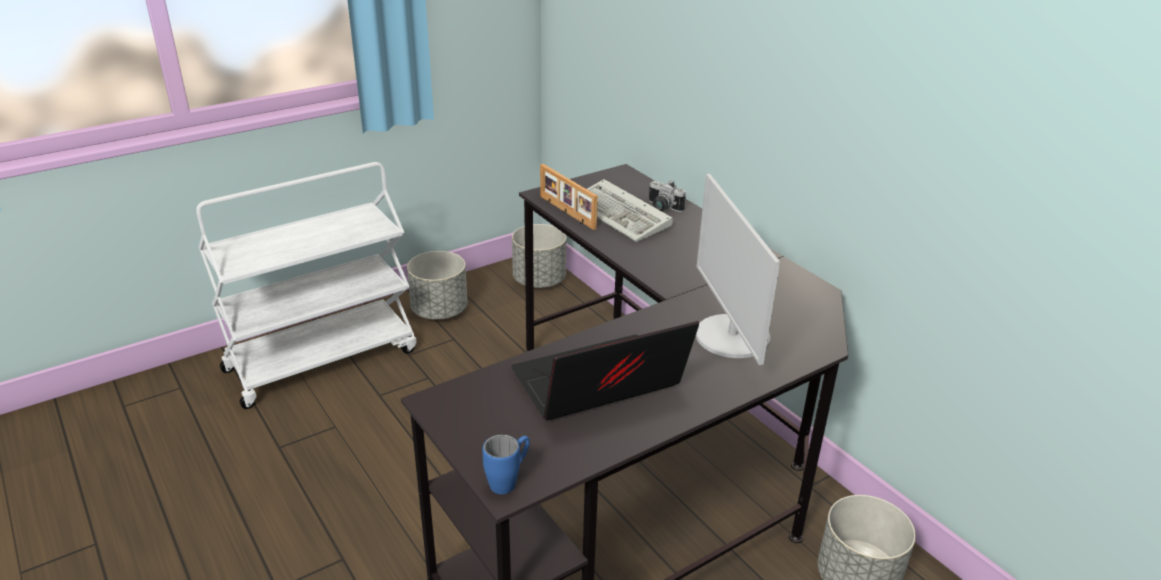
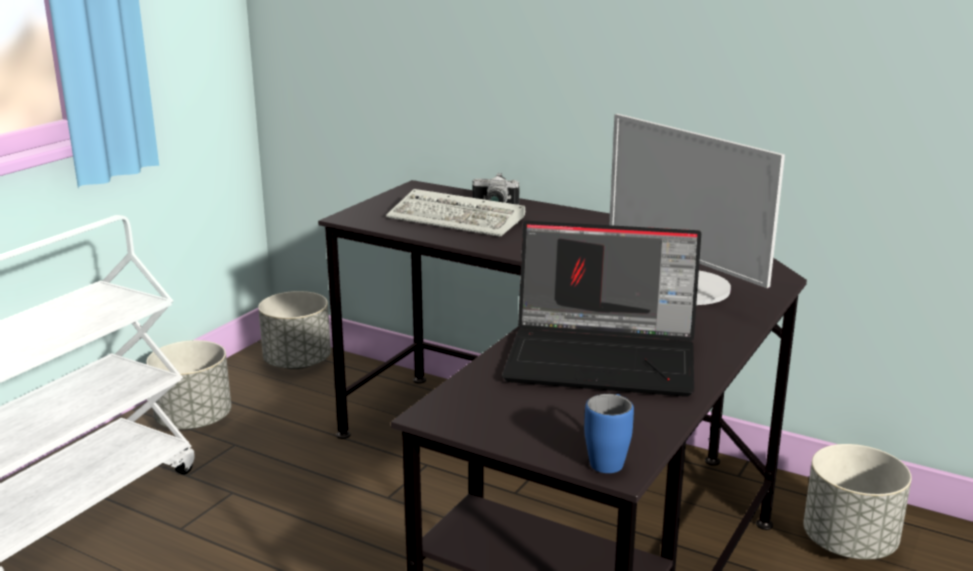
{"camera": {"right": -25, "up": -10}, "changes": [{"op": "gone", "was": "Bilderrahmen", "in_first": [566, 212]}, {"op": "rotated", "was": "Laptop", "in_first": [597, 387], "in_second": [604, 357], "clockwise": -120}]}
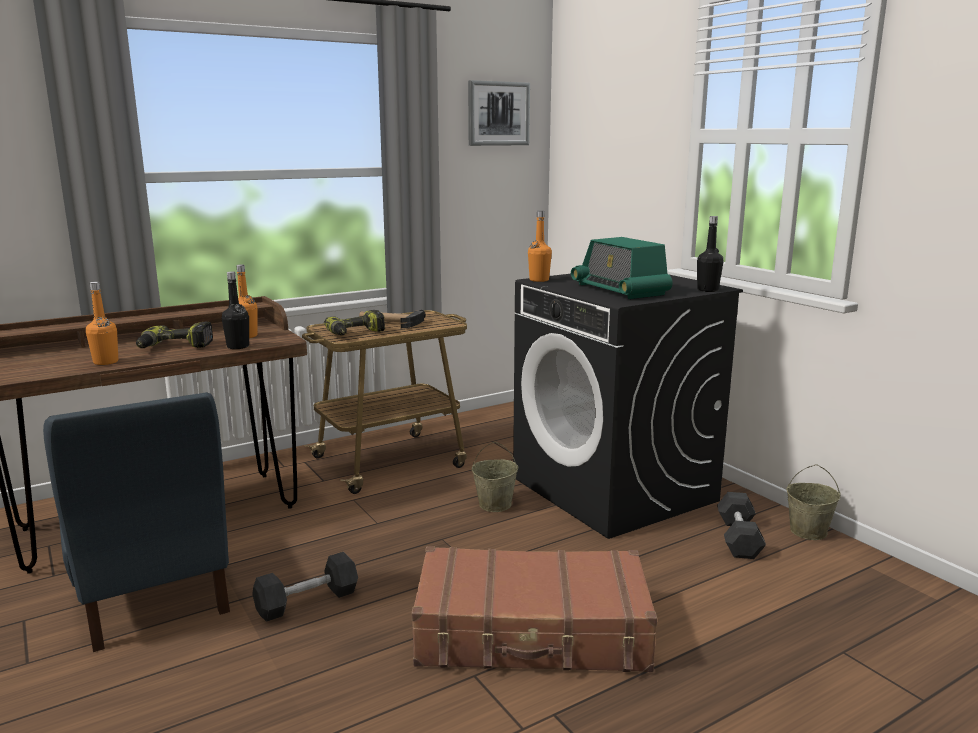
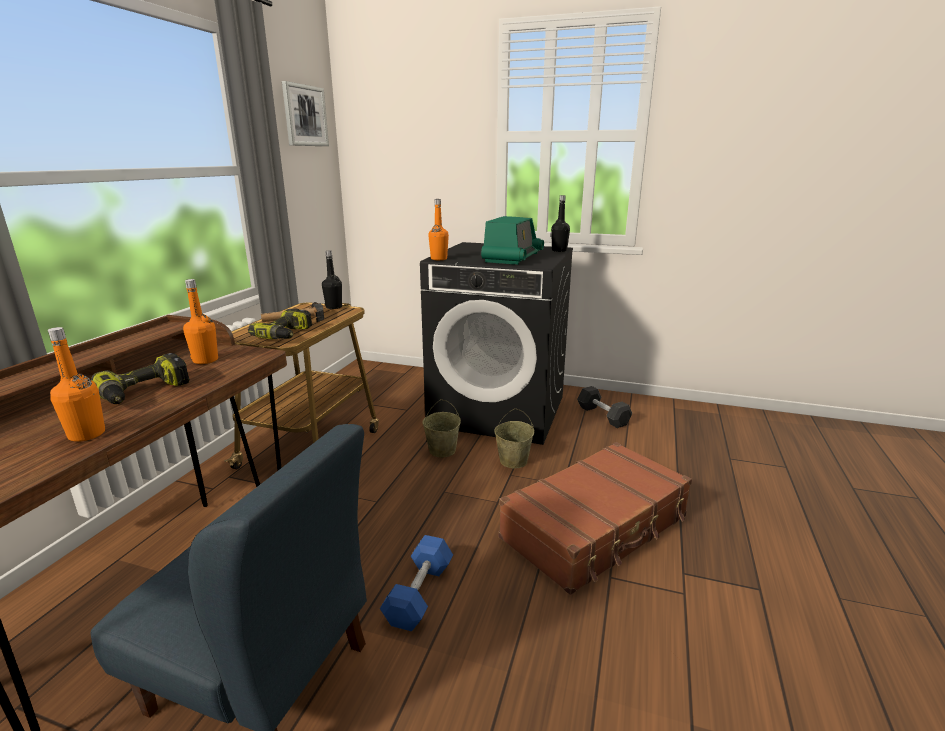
{"camera": {"right": -40, "up": 5}, "changes": [{"op": "shifted", "was": "Flasche [schwarz]", "in_first": [238, 346], "in_second": [334, 307]}, {"op": "shifted", "was": "Eimer [beige]", "in_first": [808, 531], "in_second": [513, 460]}, {"op": "repainted", "was": "Hantel [schwarz]", "now": "Hantel [blau]", "in_first": [307, 601], "in_second": [419, 594]}, {"op": "rotated", "was": "Radio", "in_first": [620, 290], "in_second": [512, 258], "clockwise": -90}]}
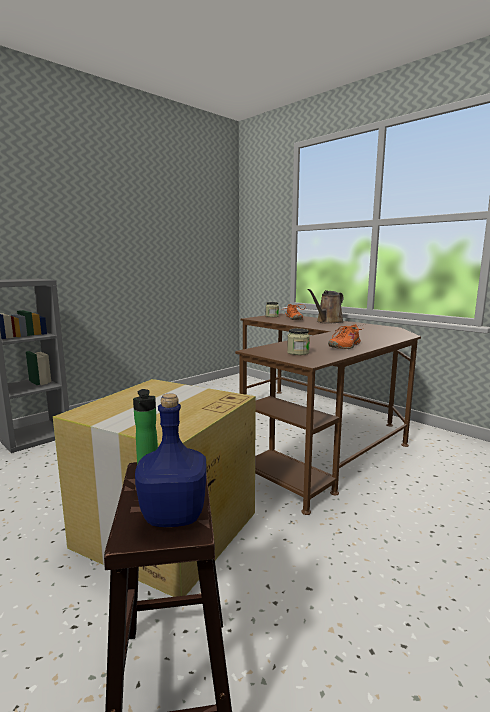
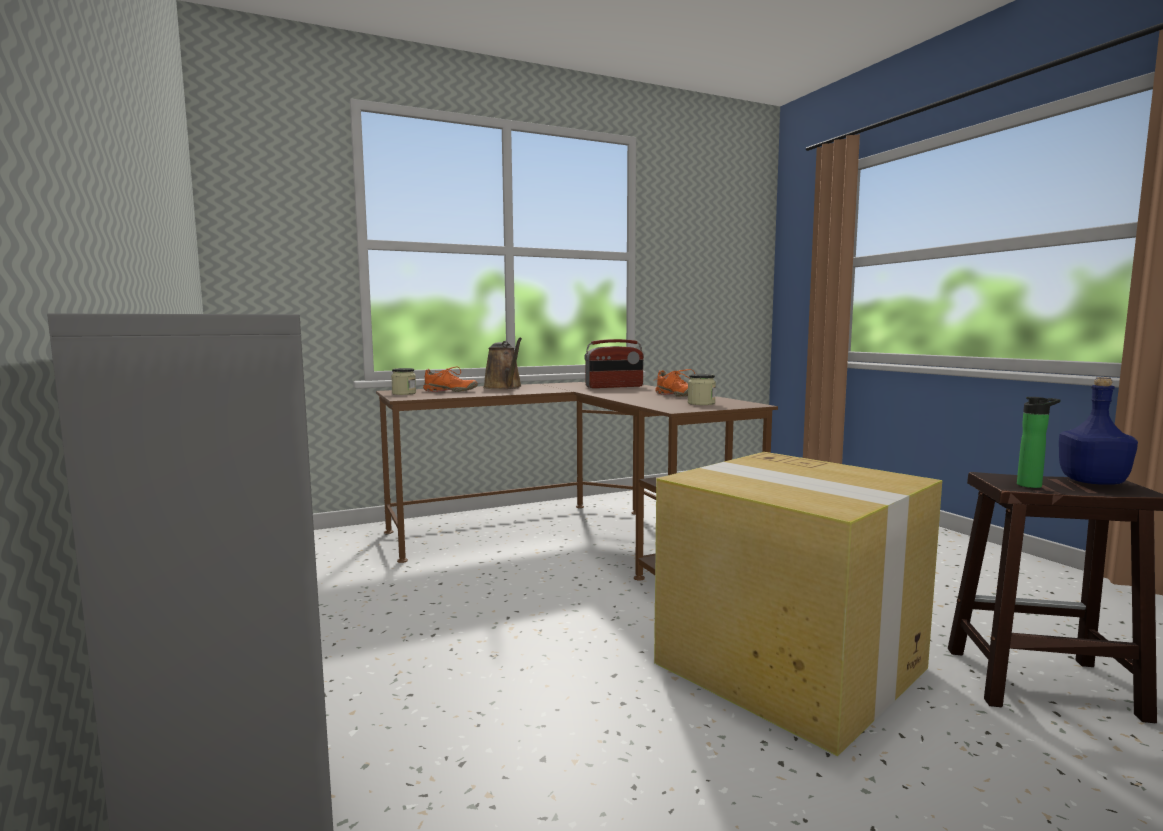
{"camera": {"right": -70, "up": -5}, "changes": [{"op": "new", "now": "Radio", "in_second": [614, 387]}]}
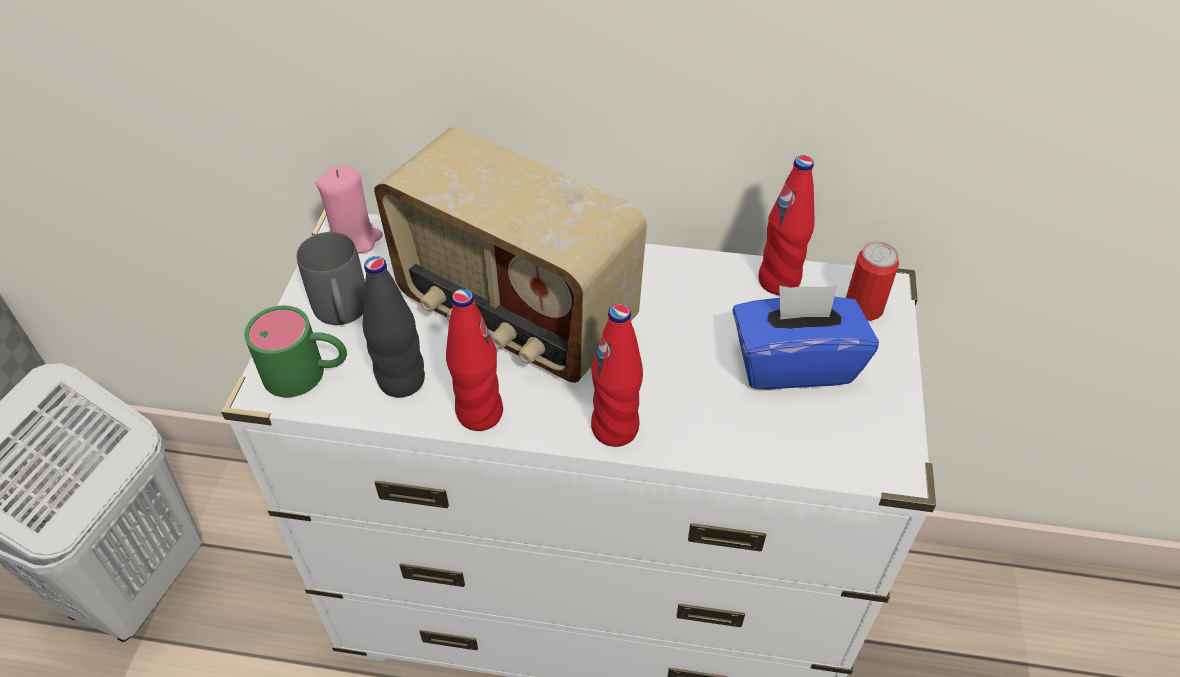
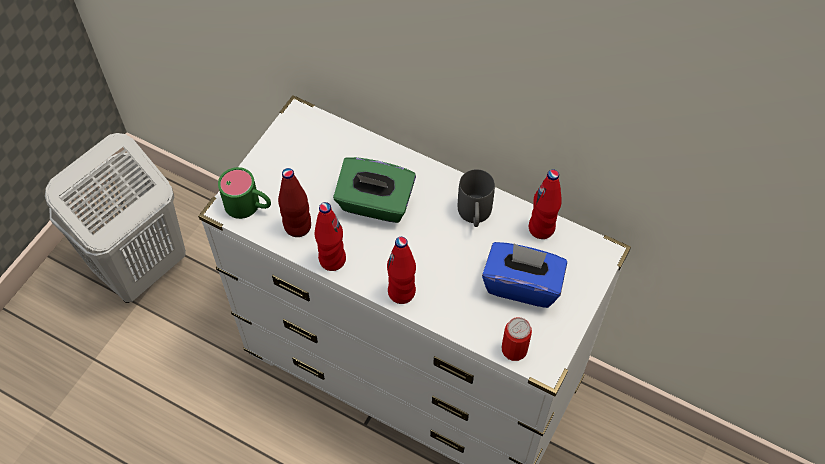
{"camera": {"right": 20, "up": 10}, "changes": [{"op": "gone", "was": "Kerze [rosa]", "in_first": [354, 238]}, {"op": "shifted", "was": "Henkelbecher [grau]", "in_first": [343, 315], "in_second": [474, 216]}, {"op": "shifted", "was": "Dose", "in_first": [863, 307], "in_second": [514, 349]}, {"op": "swapped", "was": "Radio", "now": "Taschentuchbox [grün]", "in_first": [514, 316], "in_second": [375, 204]}, {"op": "repainted", "was": "Flasche [schwarz]", "now": "Flasche [rot]", "in_first": [402, 381], "in_second": [297, 227]}]}
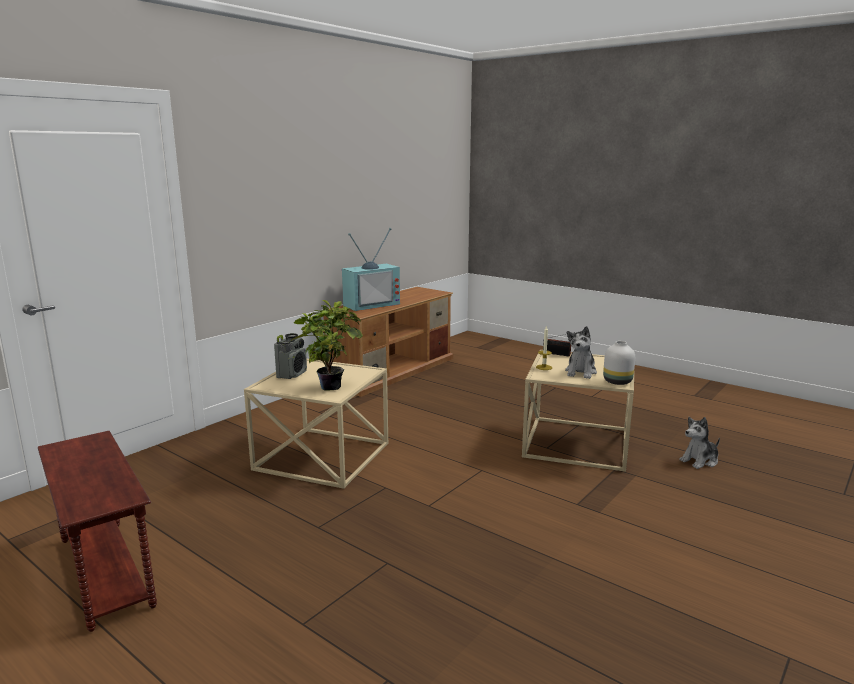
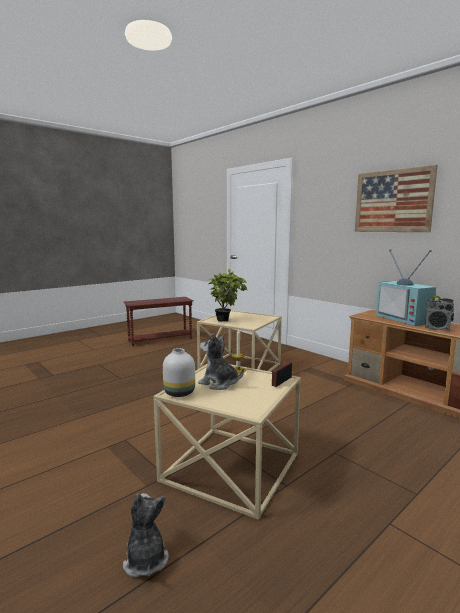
{"camera": {"right": 100, "up": -5}, "changes": [{"op": "new", "now": "Bild", "in_second": [393, 201]}, {"op": "shifted", "was": "Radio", "in_first": [292, 374], "in_second": [437, 328]}]}
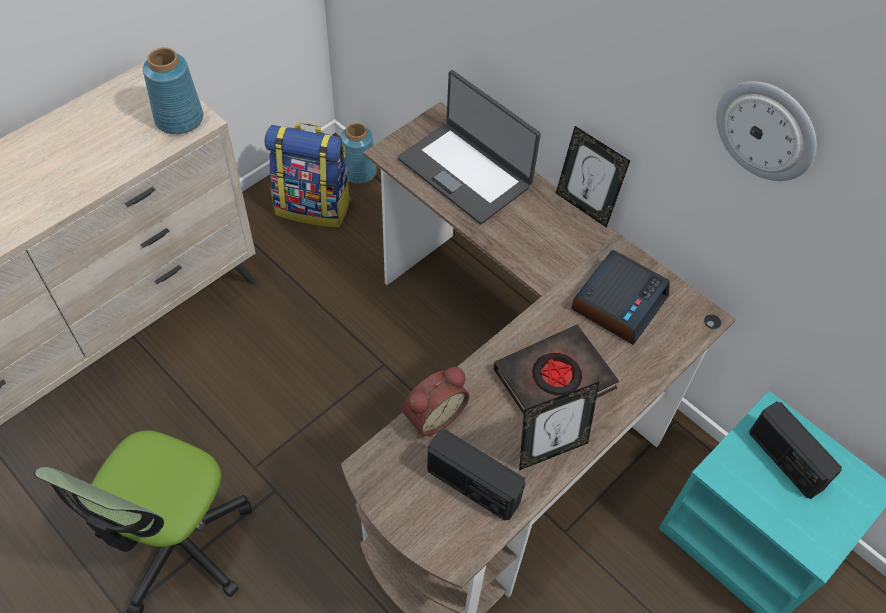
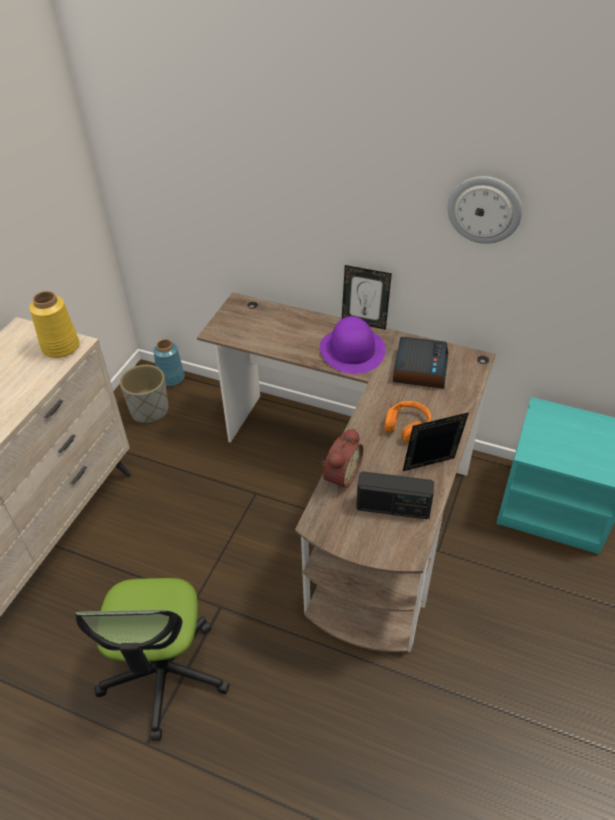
{"camera": {"right": -20, "up": -10}, "changes": [{"op": "gone", "was": "Laptop", "in_first": [465, 172]}, {"op": "gone", "was": "Radio", "in_first": [785, 460]}, {"op": "new", "now": "Hut [lila]", "in_second": [352, 350]}, {"op": "swapped", "was": "Rucksack", "now": "Pflanzkübel [grau]", "in_first": [314, 206], "in_second": [150, 410]}, {"op": "swapped", "was": "Buch [schwarz]", "now": "Kopfhörer [orange]", "in_first": [554, 380], "in_second": [407, 426]}, {"op": "repainted", "was": "Vase [blau]", "now": "Vase [gelb]", "in_first": [179, 119], "in_second": [61, 347]}, {"op": "rotated", "was": "Bilderrahmen", "in_first": [551, 451], "in_second": [430, 468], "clockwise": -150}]}
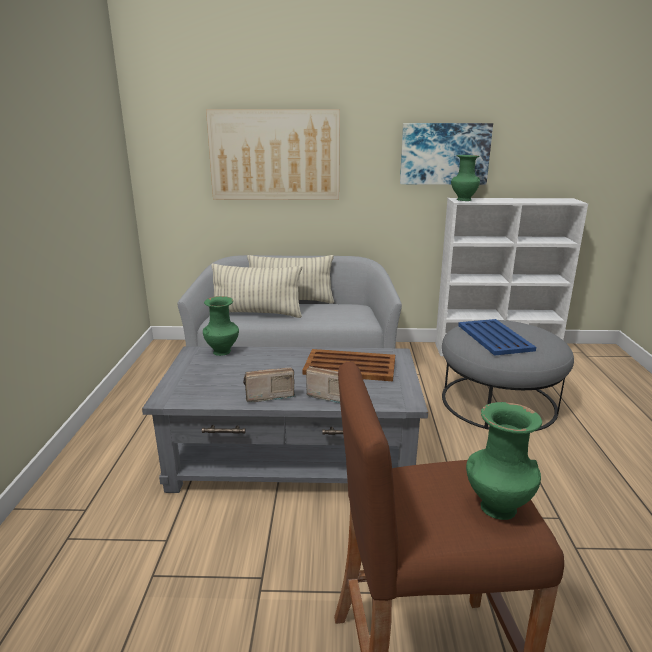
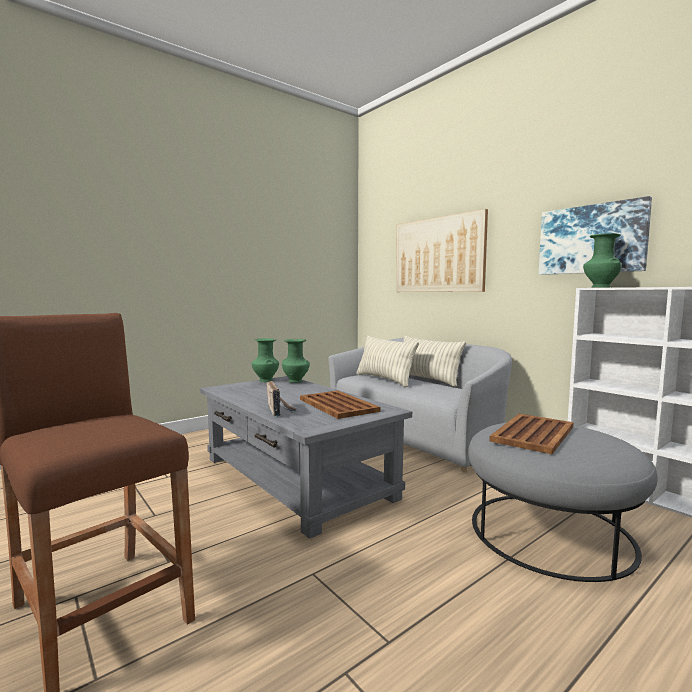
{"camera": {"right": 50, "up": -15}, "changes": [{"op": "gone", "was": "Radio", "in_first": [268, 395]}, {"op": "shifted", "was": "Vase [grün]", "in_first": [496, 508], "in_second": [265, 380]}, {"op": "repainted", "was": "Tablett [blau]", "now": "Tablett [braun]", "in_first": [494, 337], "in_second": [533, 433]}]}
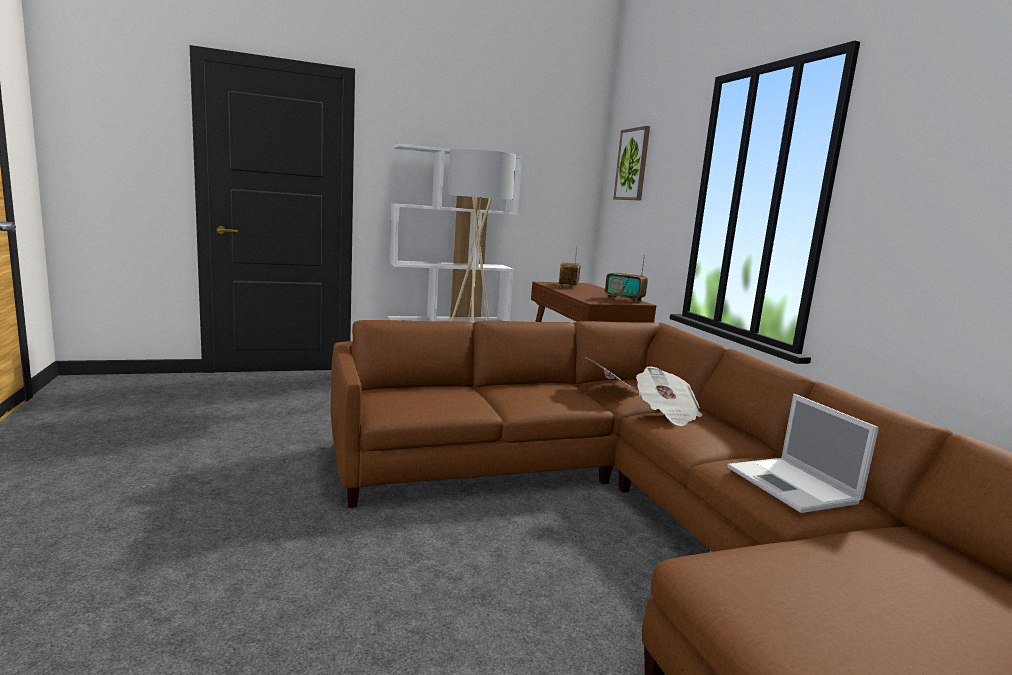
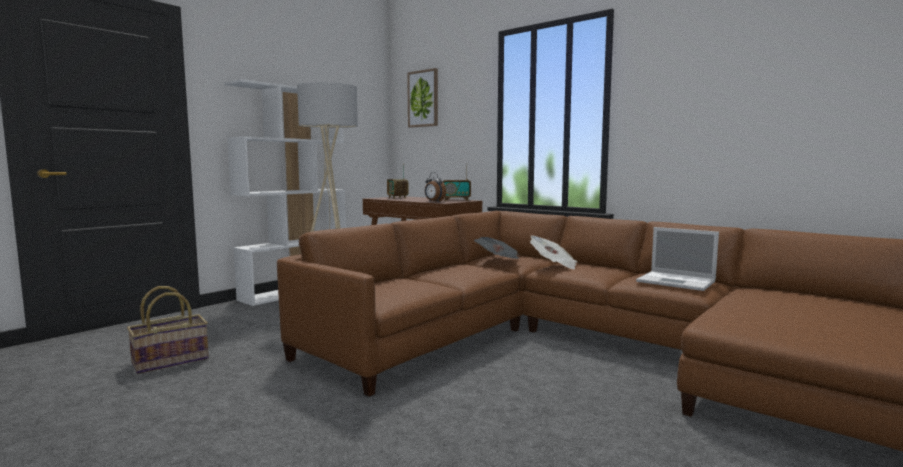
{"camera": {"right": -30, "up": -5}, "changes": [{"op": "new", "now": "Korb", "in_second": [170, 360]}, {"op": "new", "now": "Wecker", "in_second": [434, 201]}]}
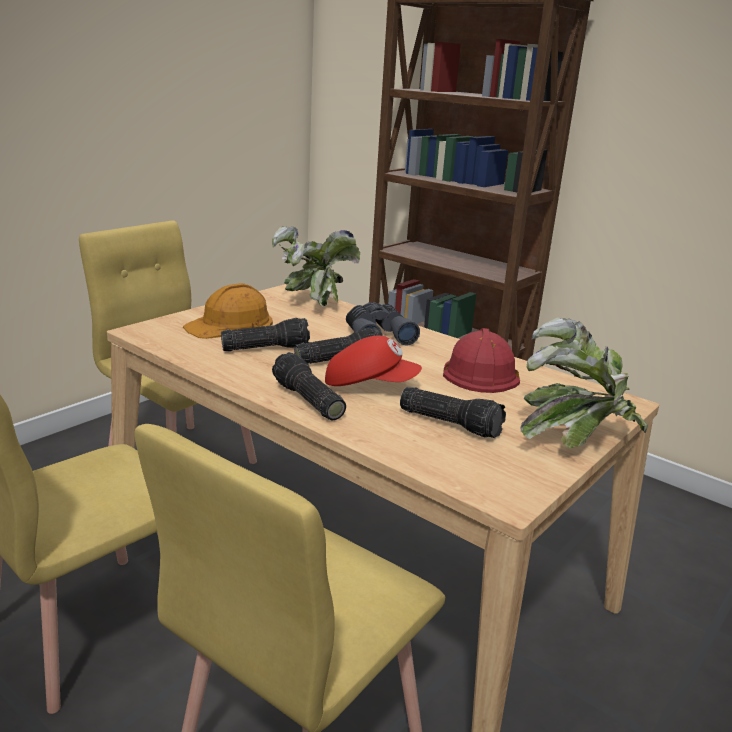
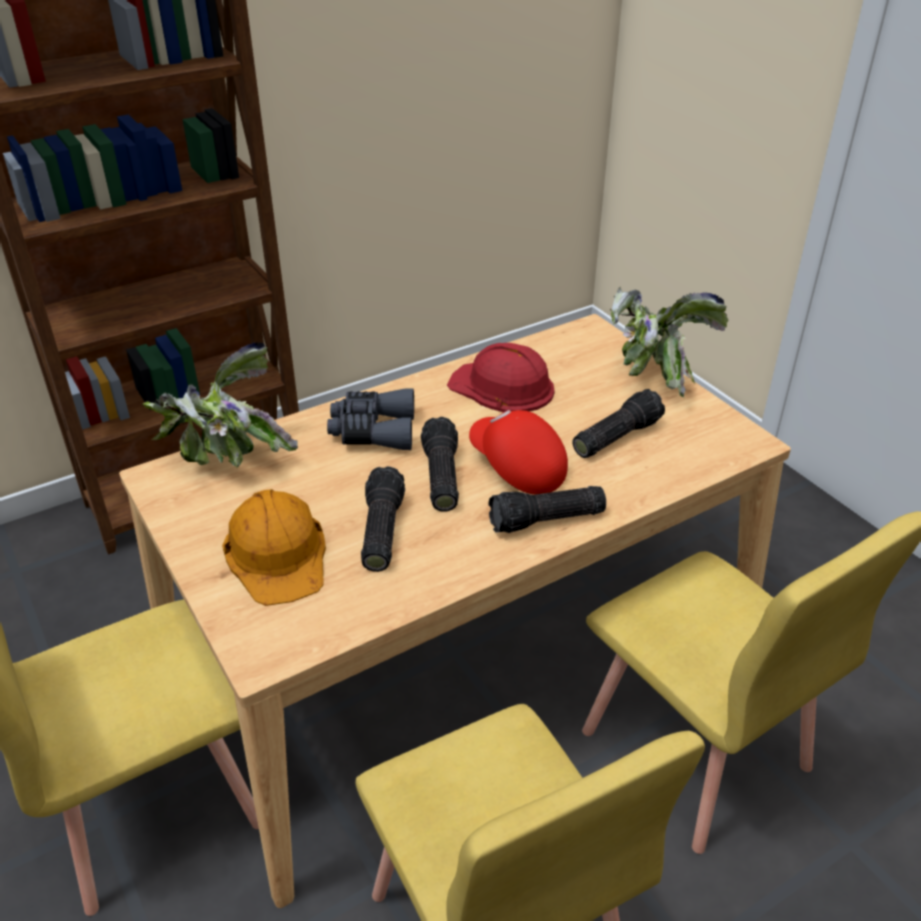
{"camera": {"right": -70, "up": 15}, "changes": [{"op": "rotated", "was": "Kappe [rot]", "in_first": [370, 385], "in_second": [516, 468], "clockwise": -75}]}
